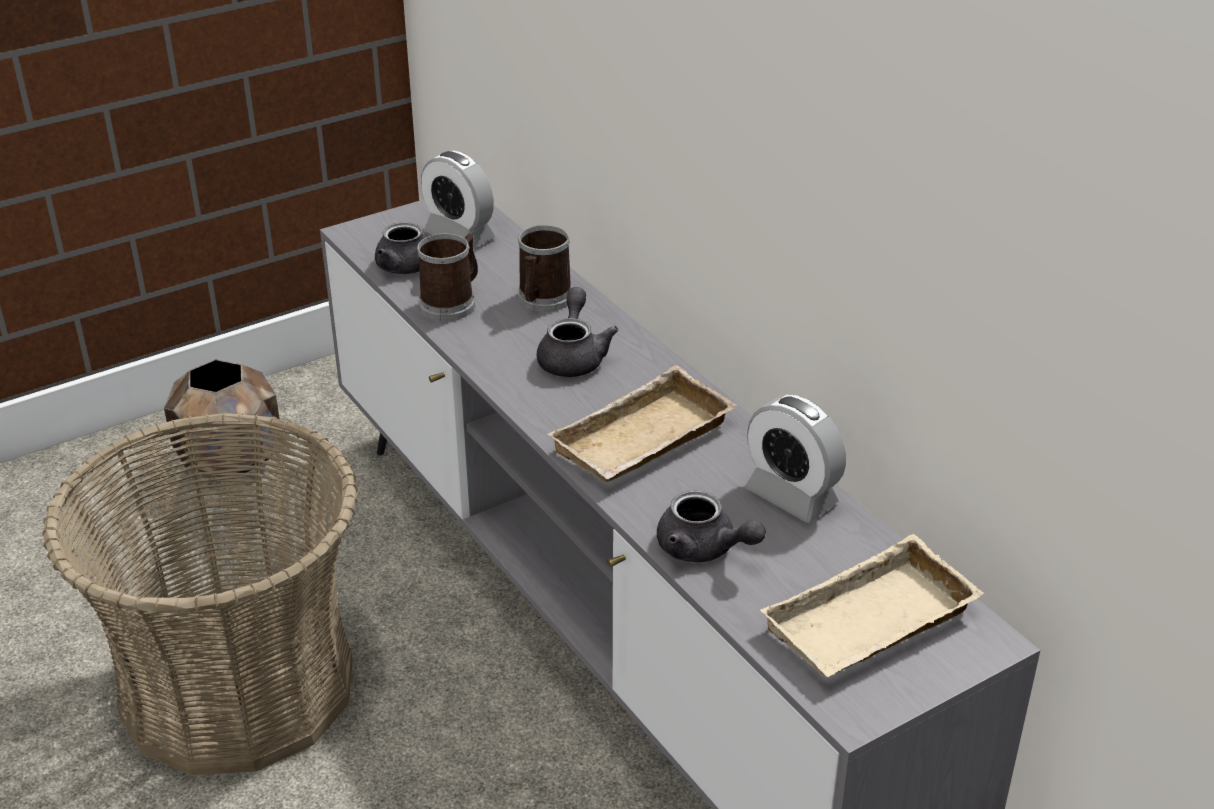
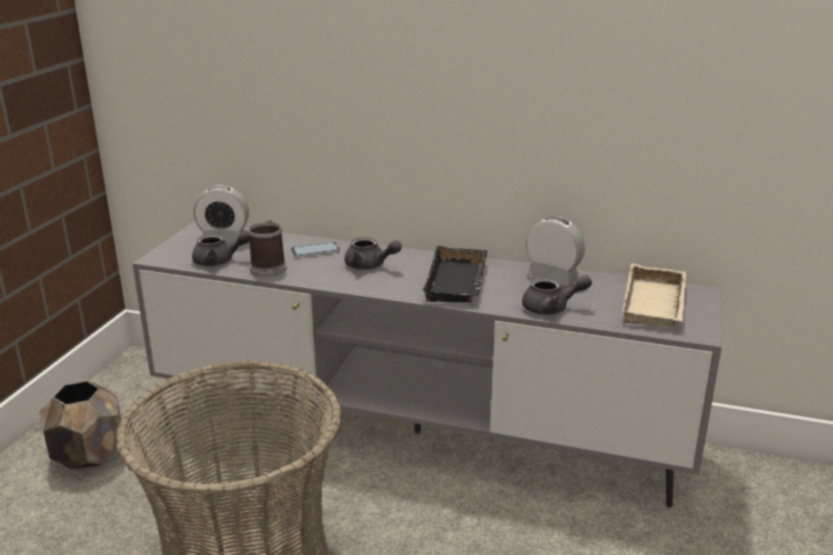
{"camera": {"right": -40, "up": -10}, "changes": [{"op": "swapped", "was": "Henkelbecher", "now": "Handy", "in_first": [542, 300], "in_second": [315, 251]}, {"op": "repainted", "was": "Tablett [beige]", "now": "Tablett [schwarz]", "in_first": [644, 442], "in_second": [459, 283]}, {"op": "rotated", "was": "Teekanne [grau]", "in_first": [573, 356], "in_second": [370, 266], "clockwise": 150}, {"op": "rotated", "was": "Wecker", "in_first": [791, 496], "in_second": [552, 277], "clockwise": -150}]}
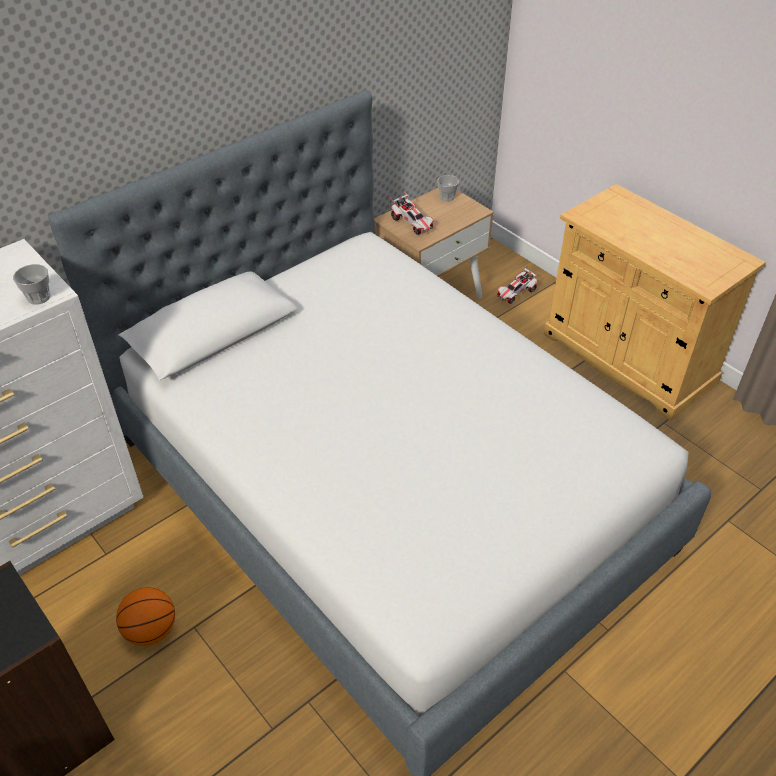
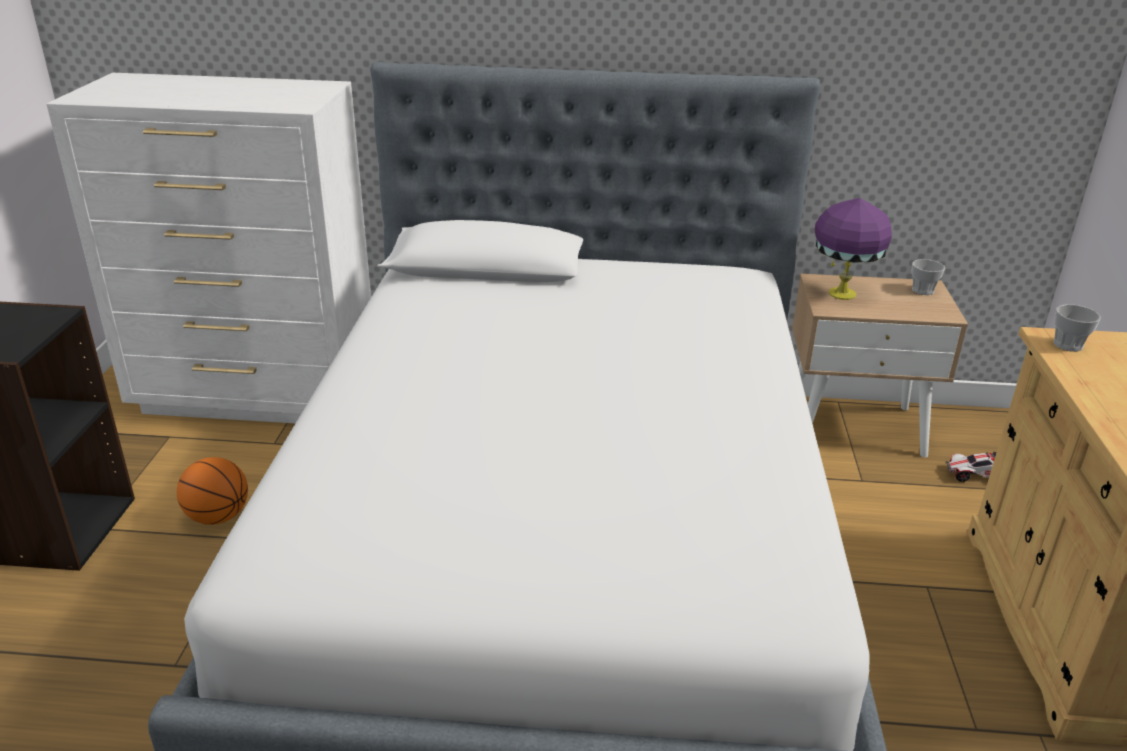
{"camera": {"right": 45, "up": -15}, "changes": [{"op": "shifted", "was": "Tasse", "in_first": [39, 297], "in_second": [1068, 345]}, {"op": "swapped", "was": "Spielzeugauto", "now": "Tischlampe [lila]", "in_first": [412, 223], "in_second": [842, 293]}]}
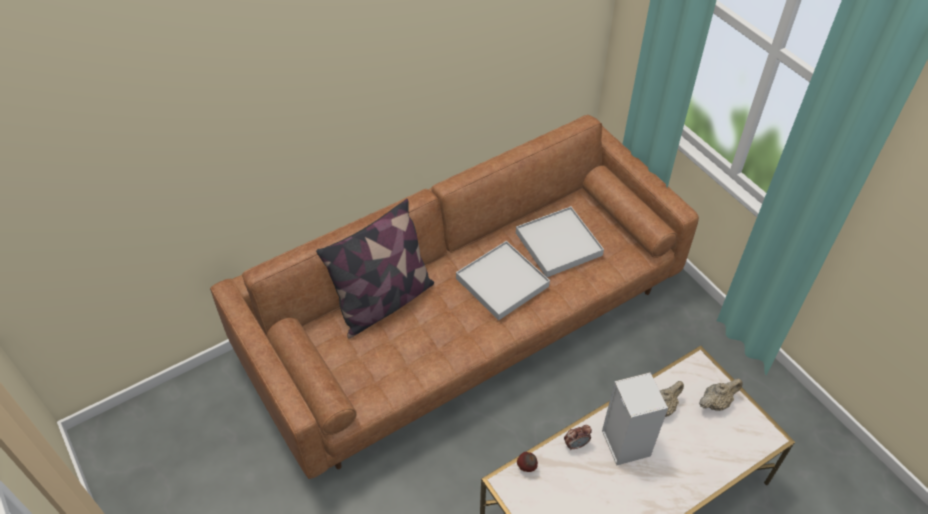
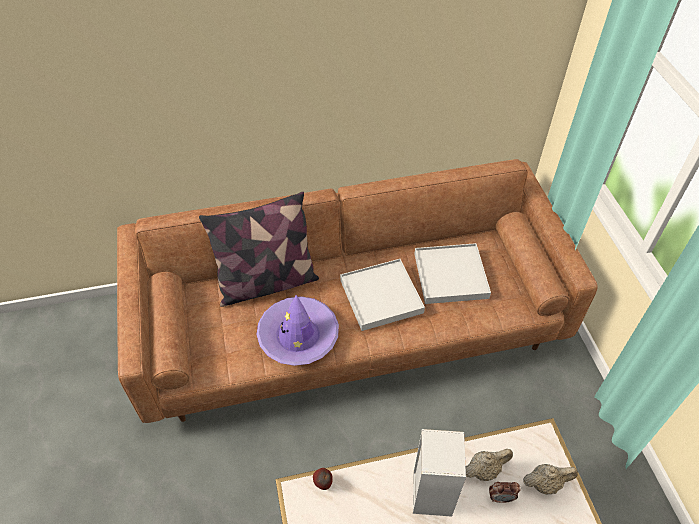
{"camera": {"right": 20, "up": 0}, "changes": [{"op": "new", "now": "Hut [lila]", "in_second": [298, 336]}, {"op": "shifted", "was": "Wecker", "in_first": [576, 444], "in_second": [500, 497]}]}
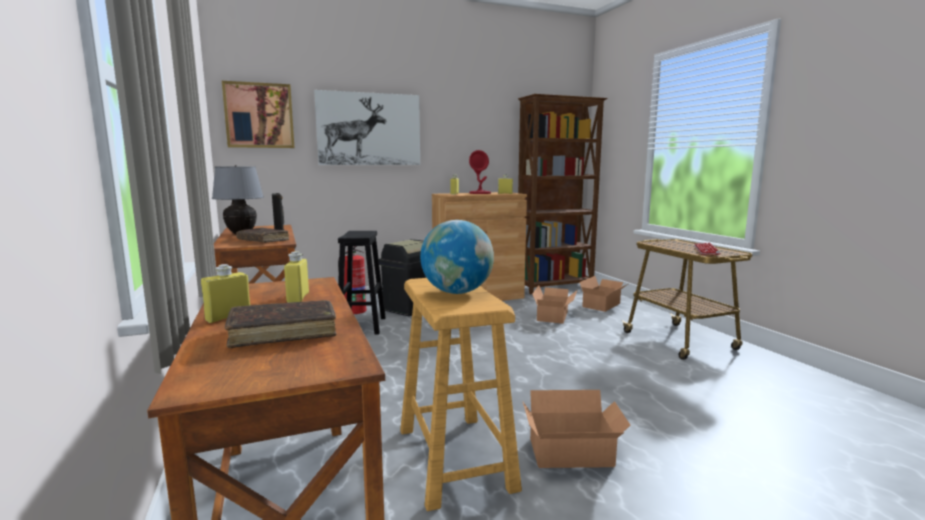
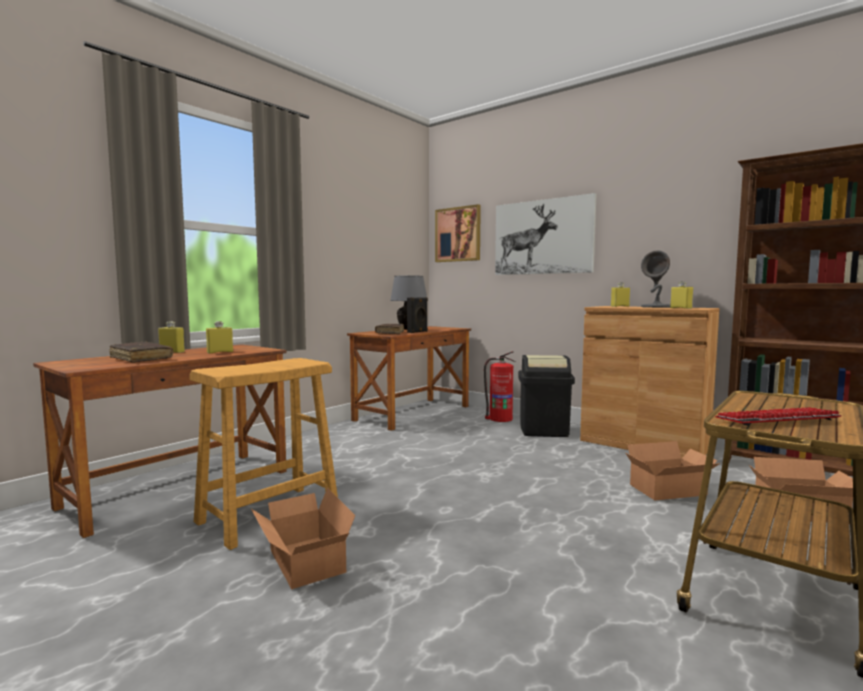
{"camera": {"right": 60, "up": -5}, "changes": [{"op": "gone", "was": "Hocker [schwarz]", "in_first": [362, 326]}, {"op": "gone", "was": "Globus", "in_first": [457, 292]}, {"op": "repainted", "was": "Tischlampe [rot]", "now": "Tischlampe [grau]", "in_first": [480, 193], "in_second": [657, 307]}]}
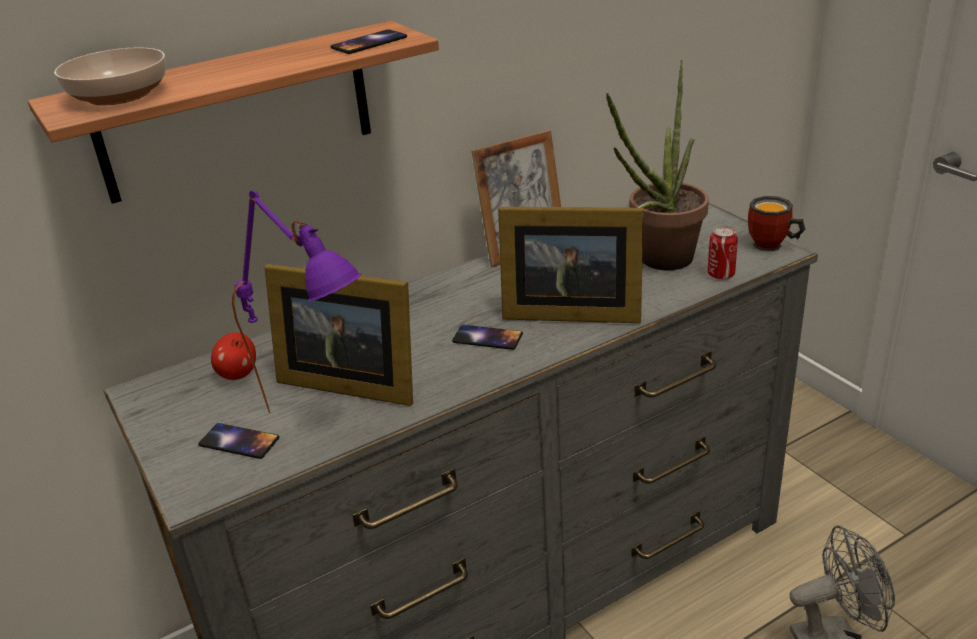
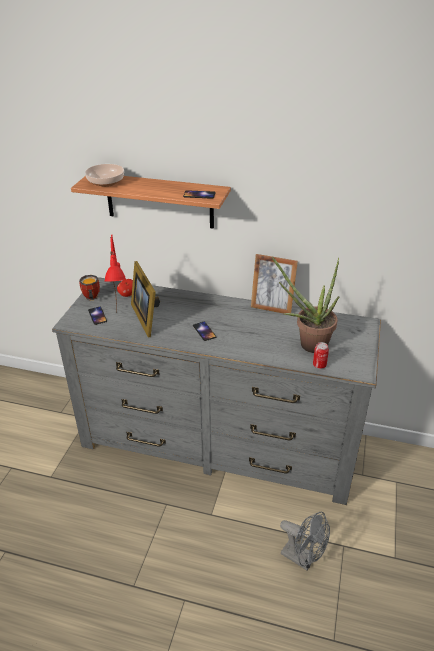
{"camera": {"right": 45, "up": 5}, "changes": [{"op": "gone", "was": "Bilderrahmen", "in_first": [567, 311]}, {"op": "shifted", "was": "Henkelbecher", "in_first": [772, 247], "in_second": [90, 298]}, {"op": "repainted", "was": "Tischlampe [lila]", "now": "Tischlampe [rot]", "in_first": [320, 419], "in_second": [123, 324]}]}
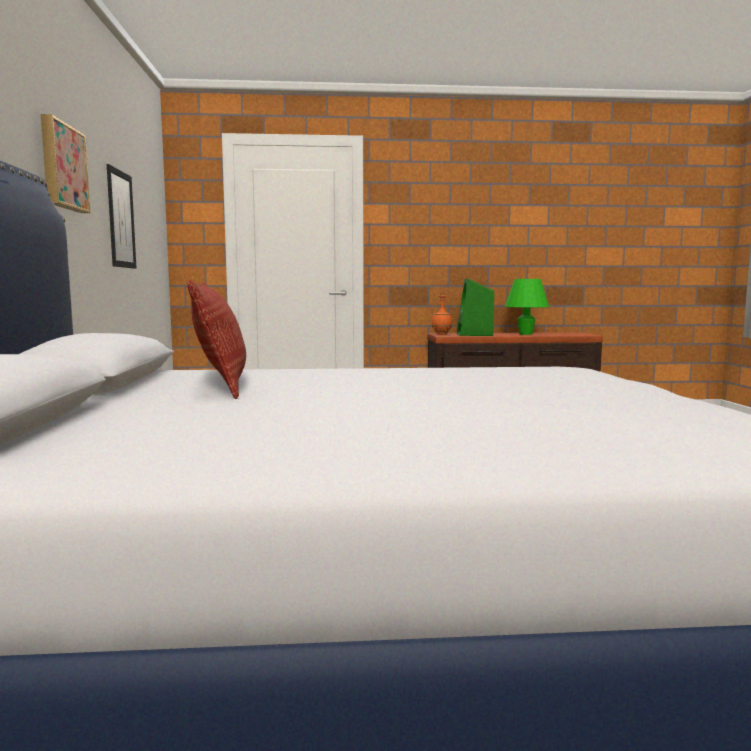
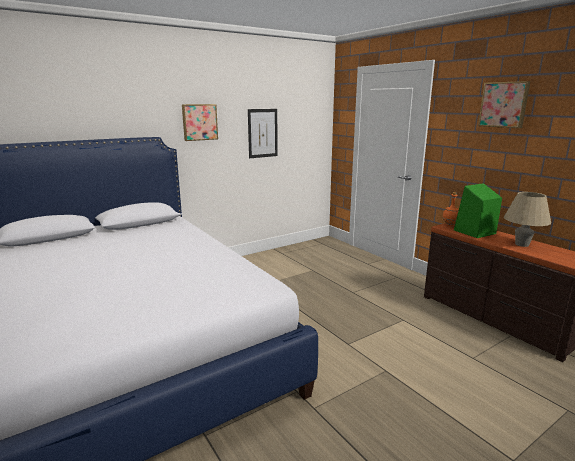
{"camera": {"right": 60, "up": 10}, "changes": [{"op": "gone", "was": "Kissen", "in_first": [222, 383]}, {"op": "new", "now": "Bild", "in_second": [504, 104]}, {"op": "repainted", "was": "Tischlampe [grün]", "now": "Tischlampe [beige]", "in_first": [525, 334], "in_second": [522, 244]}]}
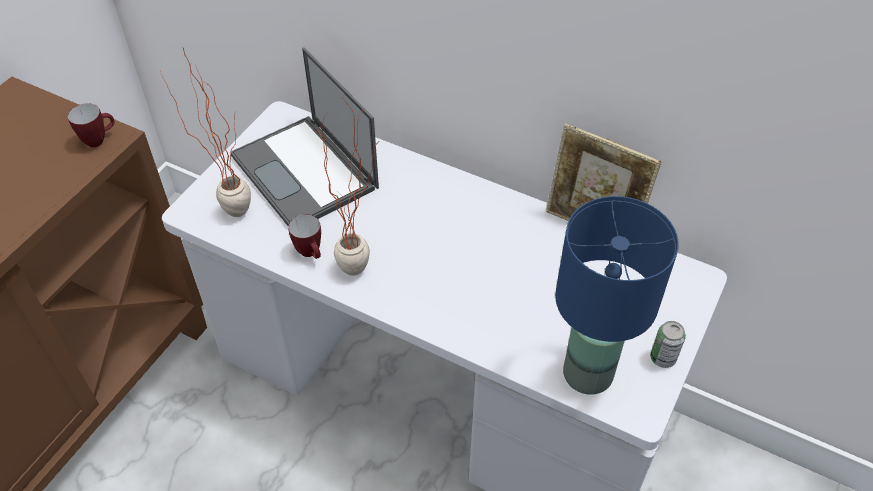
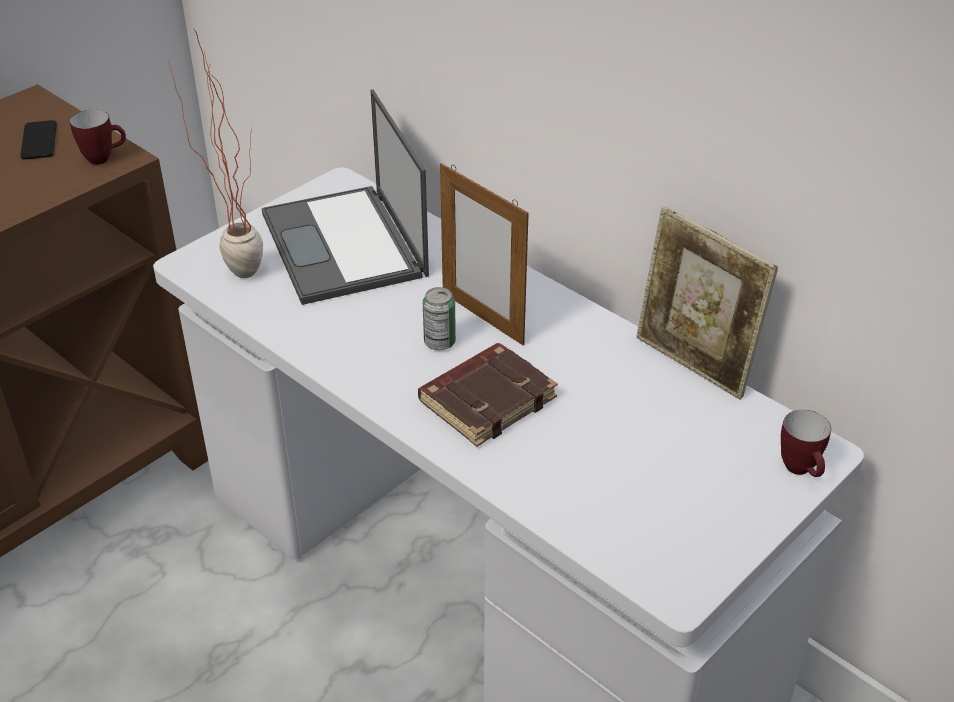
{"camera": {"right": 15, "up": -10}, "changes": [{"op": "gone", "was": "Topfpflanze", "in_first": [363, 265]}, {"op": "gone", "was": "Tischlampe [blau]", "in_first": [589, 374]}, {"op": "new", "now": "Handy", "in_second": [39, 141]}, {"op": "new", "now": "Buch [braun]", "in_second": [487, 399]}, {"op": "new", "now": "Bilderrahmen", "in_second": [482, 318]}, {"op": "shifted", "was": "Henkelbecher", "in_first": [311, 254], "in_second": [801, 471]}, {"op": "shifted", "was": "Dose", "in_first": [662, 358], "in_second": [439, 342]}]}
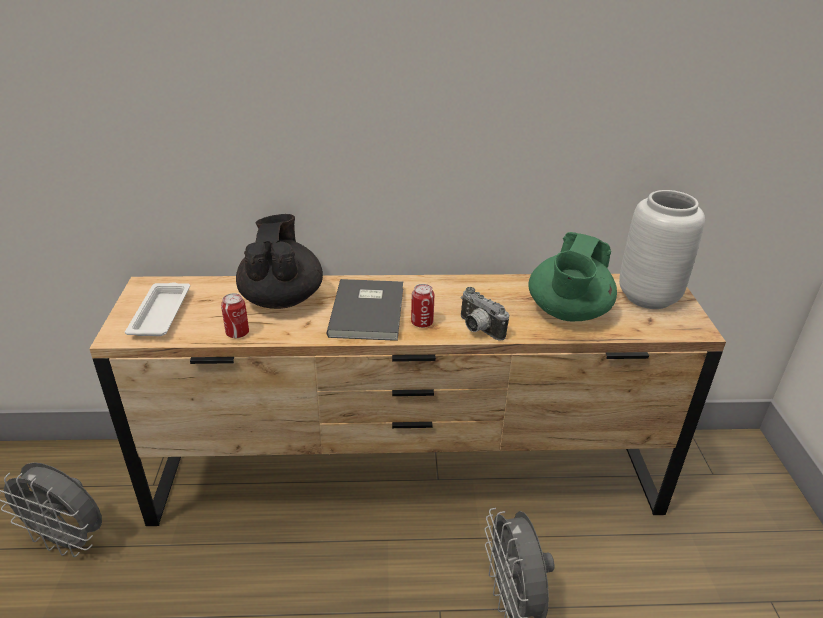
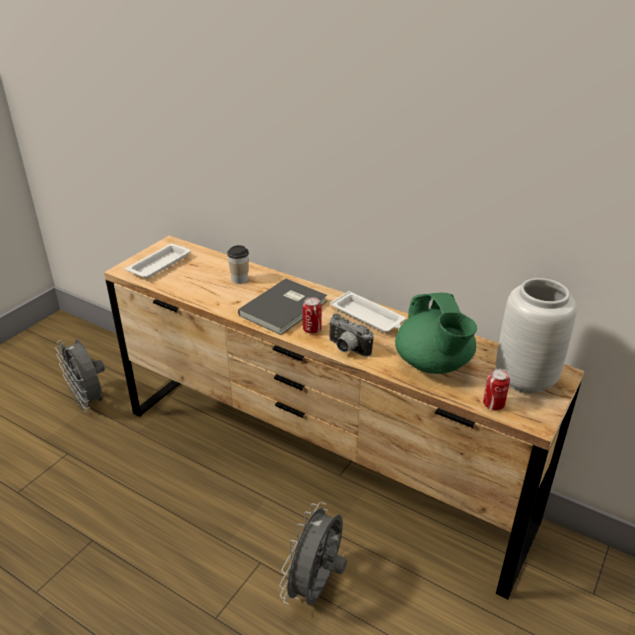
{"camera": {"right": 35, "up": 0}, "changes": [{"op": "new", "now": "Tablett [weiß]", "in_second": [368, 317]}, {"op": "shifted", "was": "Dose", "in_first": [237, 333], "in_second": [493, 404]}, {"op": "swapped", "was": "Teekanne [schwarz]", "now": "Tasse", "in_first": [282, 298], "in_second": [239, 279]}, {"op": "rotated", "was": "Kamera", "in_first": [477, 329], "in_second": [346, 349], "clockwise": -45}, {"op": "rotated", "was": "Teekanne [grün]", "in_first": [567, 313], "in_second": [433, 364], "clockwise": -75}]}
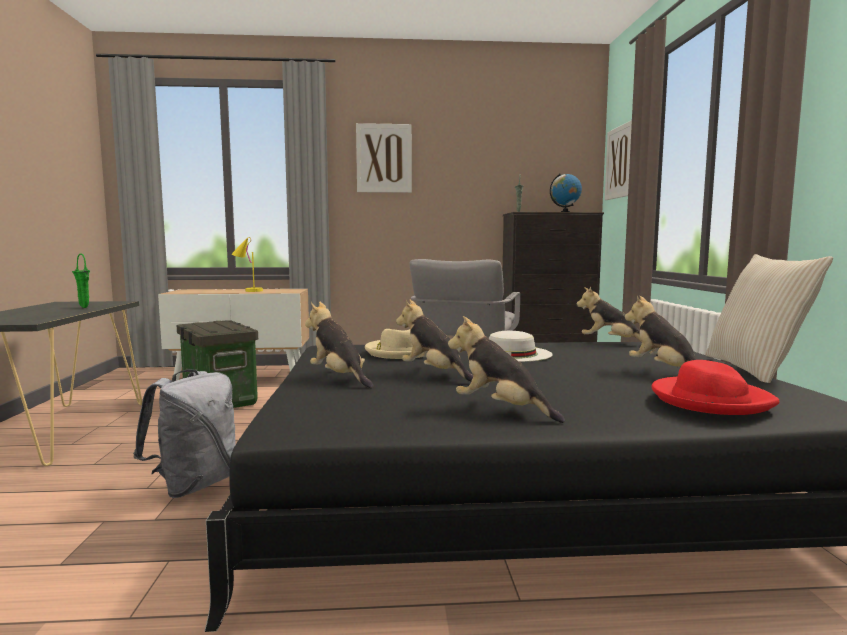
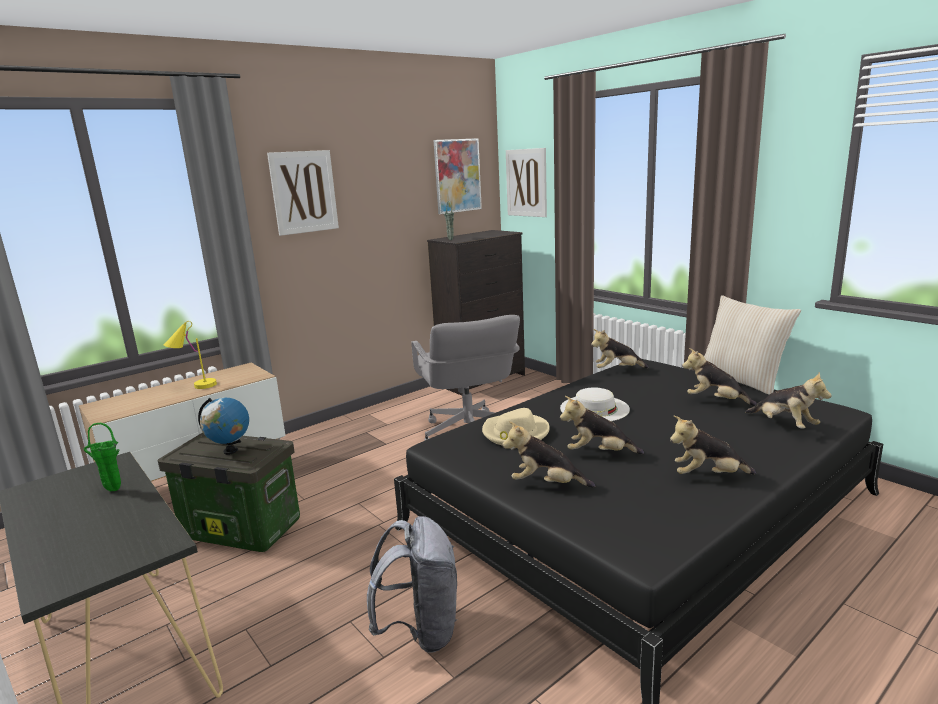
{"camera": {"right": -35, "up": 10}, "changes": [{"op": "new", "now": "Bild", "in_second": [457, 175]}, {"op": "shifted", "was": "Globus", "in_first": [565, 212], "in_second": [230, 451]}, {"op": "swapped", "was": "Hut [rot]", "now": "Plüschtier", "in_first": [709, 400], "in_second": [784, 425]}]}
